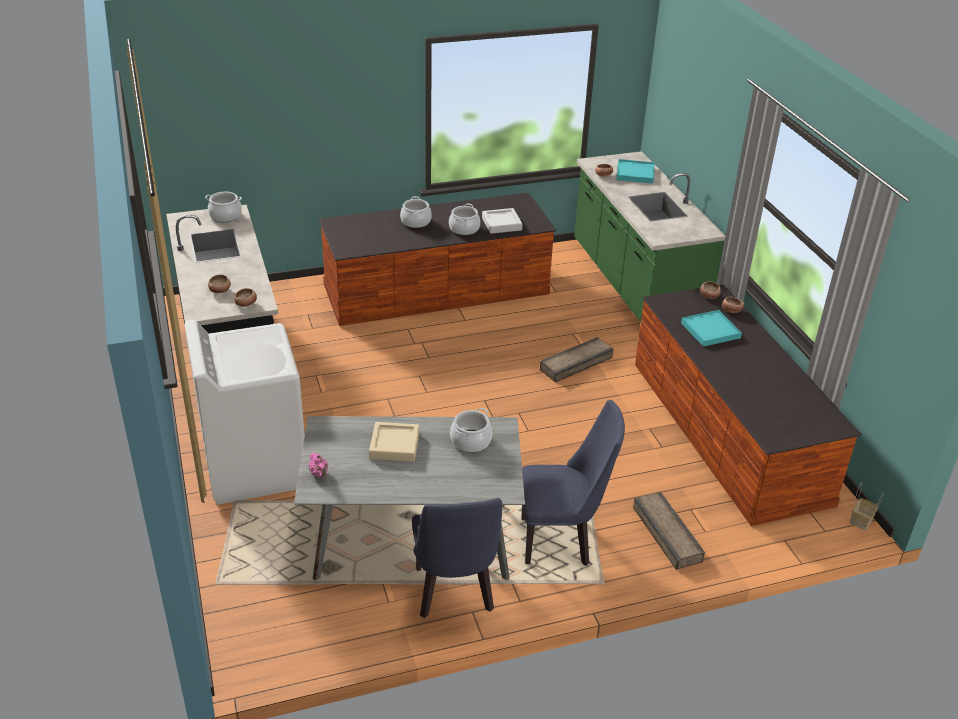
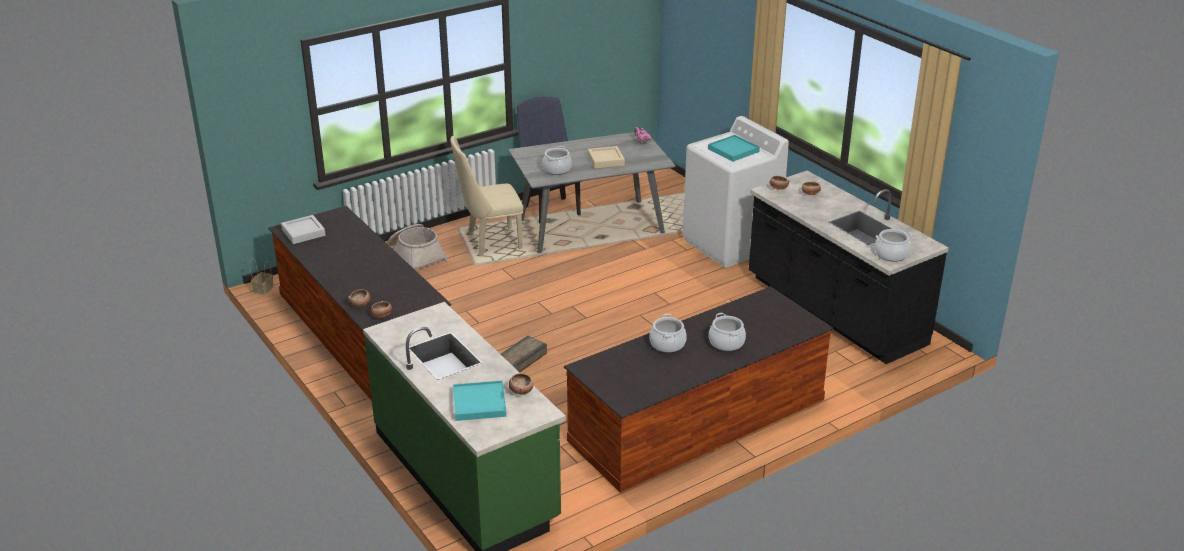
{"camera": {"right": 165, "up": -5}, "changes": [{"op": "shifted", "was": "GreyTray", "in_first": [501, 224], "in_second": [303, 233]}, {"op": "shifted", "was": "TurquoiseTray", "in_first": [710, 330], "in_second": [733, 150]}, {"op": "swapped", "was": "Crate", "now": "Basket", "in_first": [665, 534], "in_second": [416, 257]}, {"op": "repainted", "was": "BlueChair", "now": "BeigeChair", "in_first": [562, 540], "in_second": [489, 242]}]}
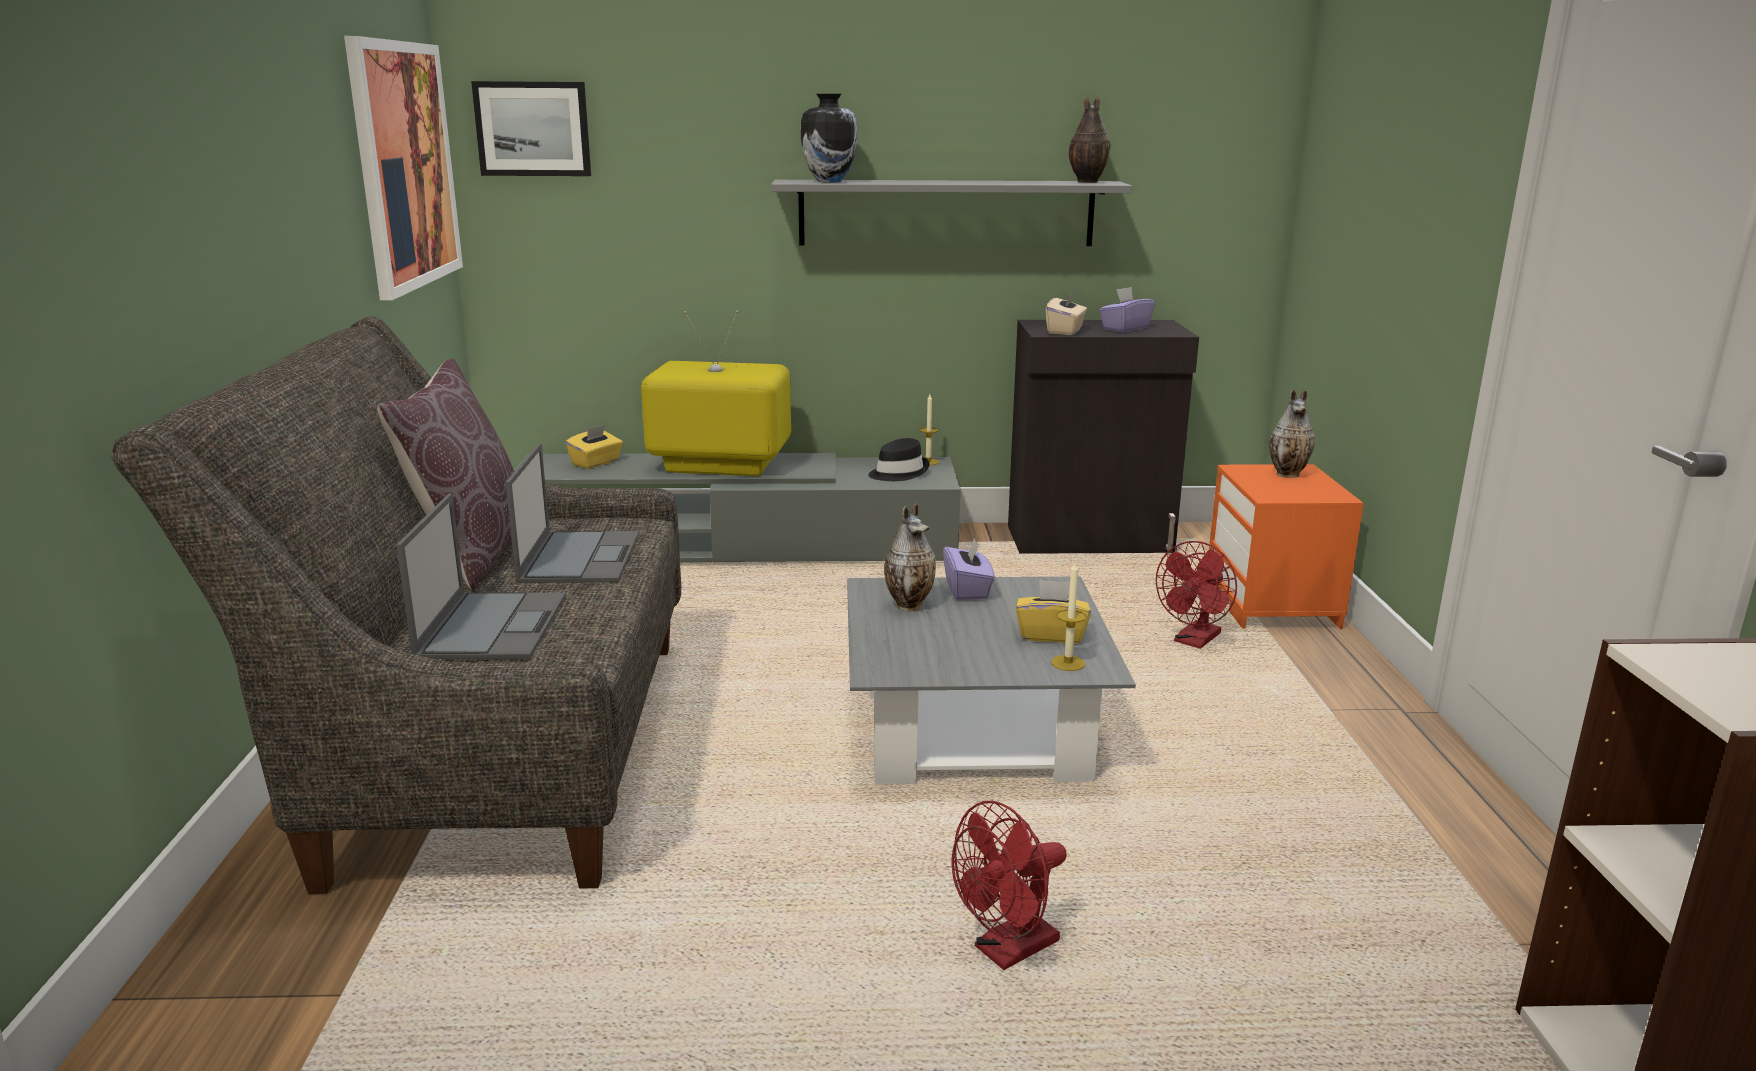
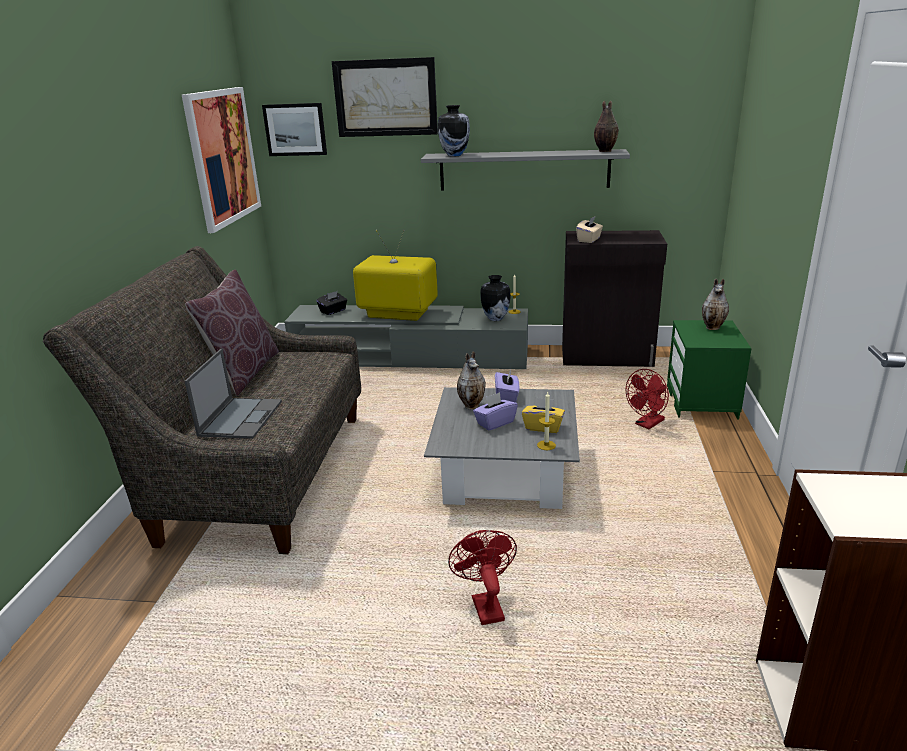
{"camera": {"right": 10, "up": 5}, "changes": [{"op": "gone", "was": "Laptop", "in_first": [579, 557]}, {"op": "new", "now": "Picture", "in_second": [385, 98]}, {"op": "shifted", "was": "PurpleTissueBox", "in_first": [1125, 328], "in_second": [495, 423]}, {"op": "swapped", "was": "BlackHat", "now": "Vase", "in_first": [898, 473], "in_second": [495, 319]}, {"op": "repainted", "was": "YellowTissueBox", "now": "BlackTissueBox", "in_first": [596, 463], "in_second": [333, 311]}, {"op": "repainted", "was": "OrangeNightstand", "now": "GreenNightstand", "in_first": [1273, 605], "in_second": [702, 402]}, {"op": "rotated", "was": "RedFan", "in_first": [1007, 951], "in_second": [485, 604], "clockwise": 105}]}
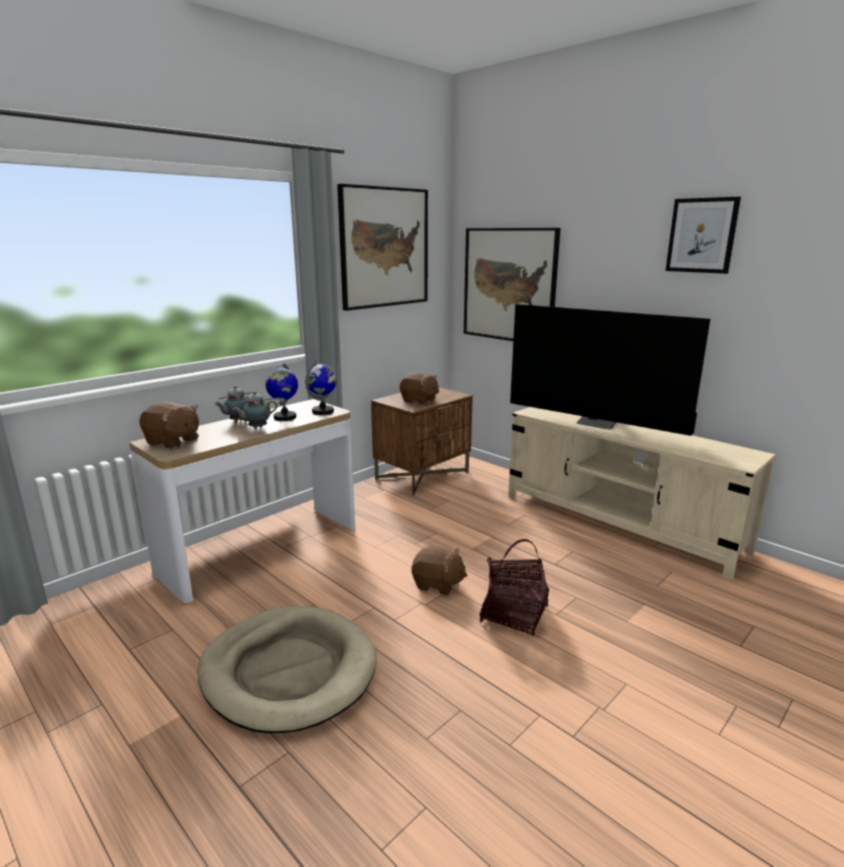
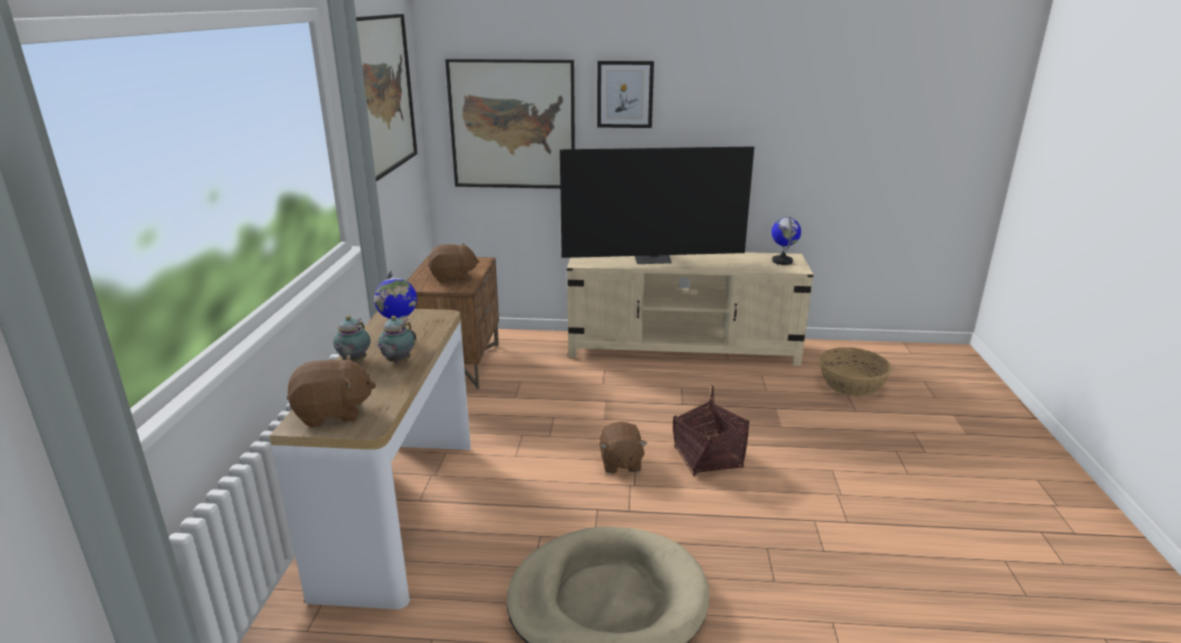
{"camera": {"right": -40, "up": 5}, "changes": [{"op": "new", "now": "Basket", "in_second": [852, 384]}, {"op": "shifted", "was": "Globe", "in_first": [323, 411], "in_second": [782, 261]}, {"op": "shifted", "was": "Picture", "in_first": [701, 235], "in_second": [625, 94]}, {"op": "rotated", "was": "BrownPlushToy", "in_first": [438, 584], "in_second": [620, 463], "clockwise": 105}]}
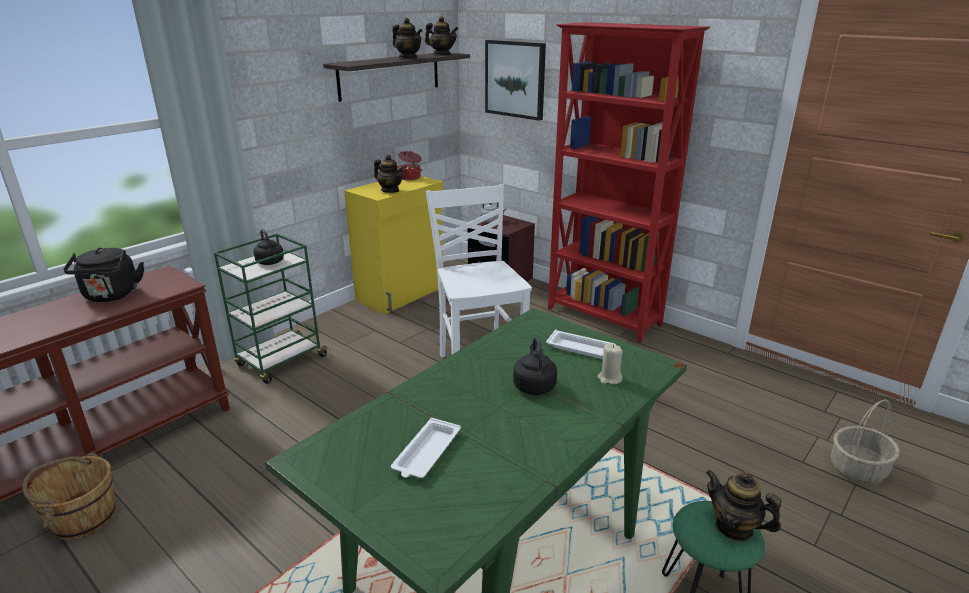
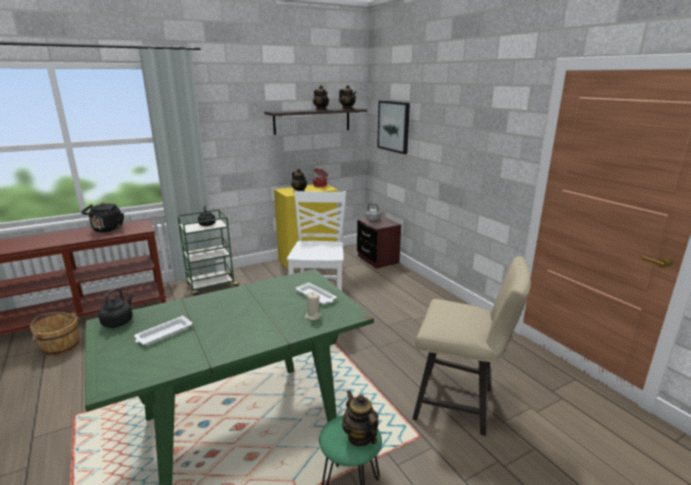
{"camera": {"right": 20, "up": -5}, "changes": [{"op": "gone", "was": "RedBookcase", "in_first": [603, 317]}, {"op": "gone", "was": "Basket", "in_first": [858, 469]}, {"op": "new", "now": "BeigeChair", "in_second": [460, 404]}, {"op": "shifted", "was": "BlackKettle", "in_first": [534, 385], "in_second": [119, 321]}]}
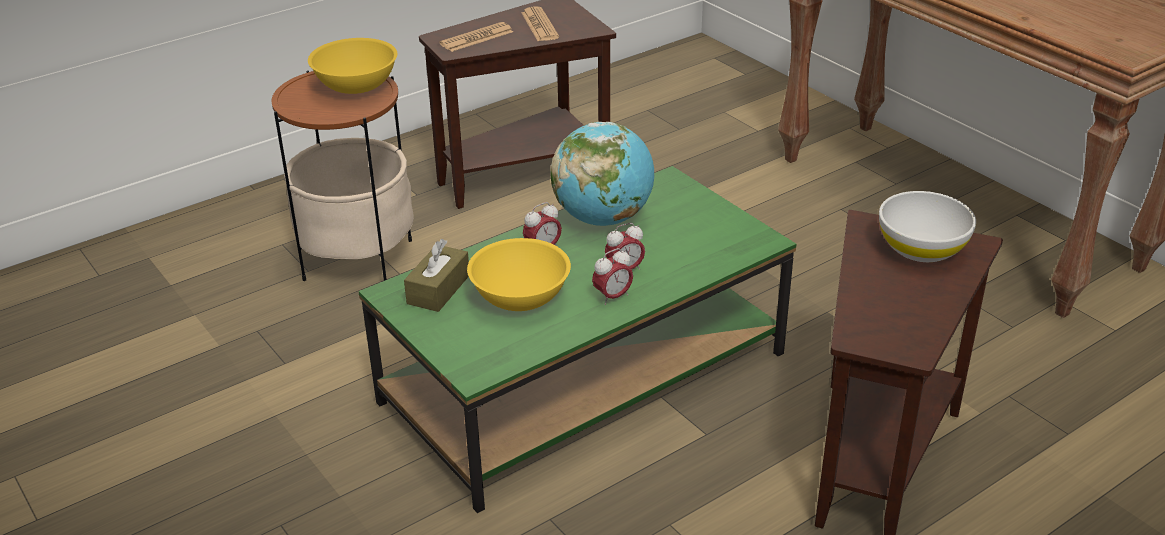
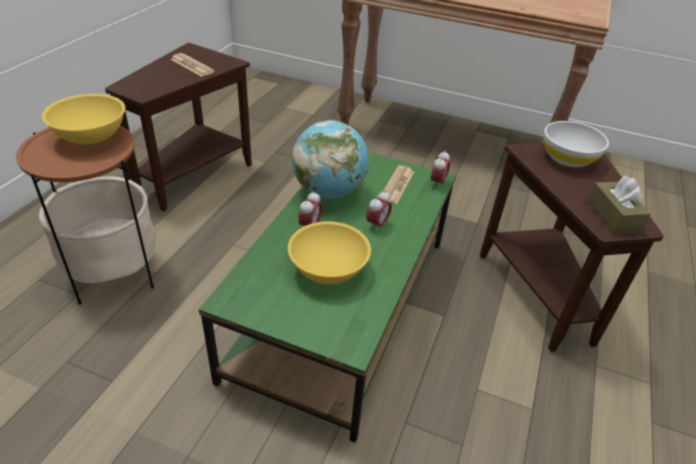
{"camera": {"right": -35, "up": 5}, "changes": [{"op": "shifted", "was": "BrownTissueBox", "in_first": [438, 289], "in_second": [613, 216]}, {"op": "shifted", "was": "Newspaper", "in_first": [476, 38], "in_second": [397, 185]}, {"op": "shifted", "was": "AlarmClock", "in_first": [612, 297], "in_second": [437, 183]}]}
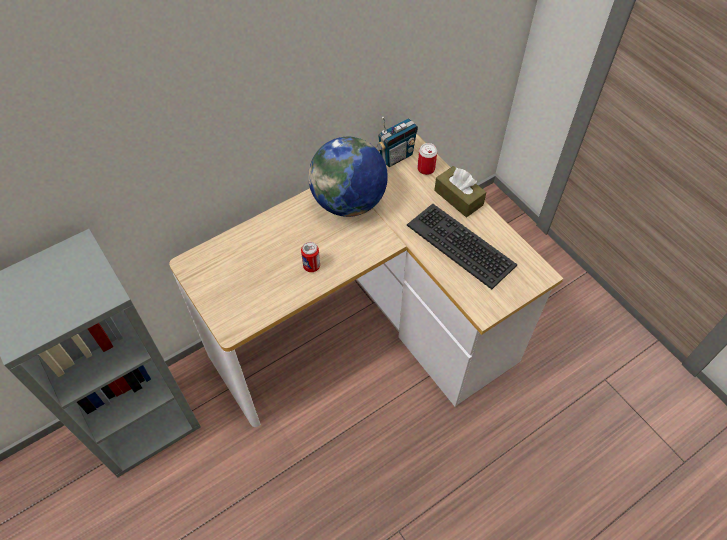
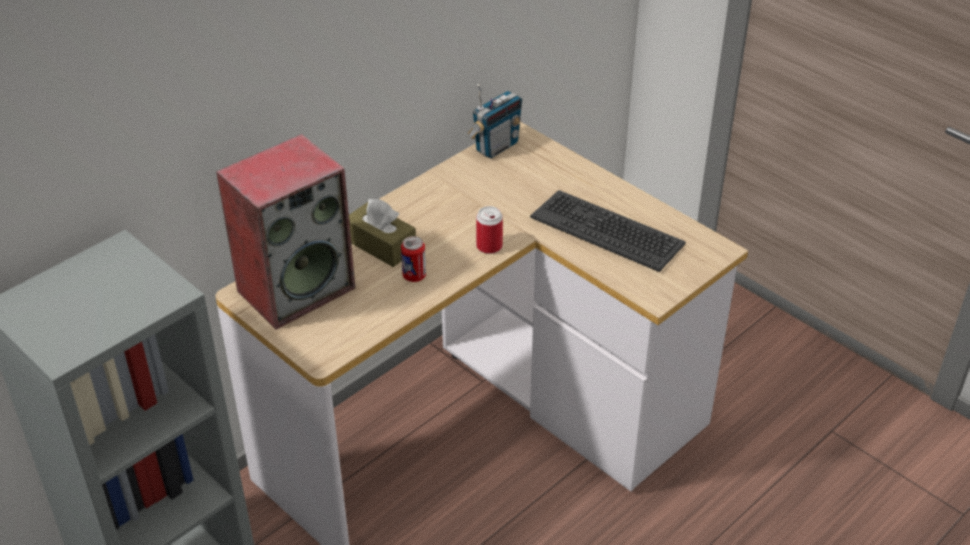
{"camera": {"right": -10, "up": -15}, "changes": [{"op": "gone", "was": "Globe", "in_first": [348, 202]}, {"op": "new", "now": "Speaker", "in_second": [296, 288]}, {"op": "shifted", "was": "Can", "in_first": [426, 169], "in_second": [489, 246]}, {"op": "shifted", "was": "BrownTissueBox", "in_first": [458, 198], "in_second": [380, 245]}]}
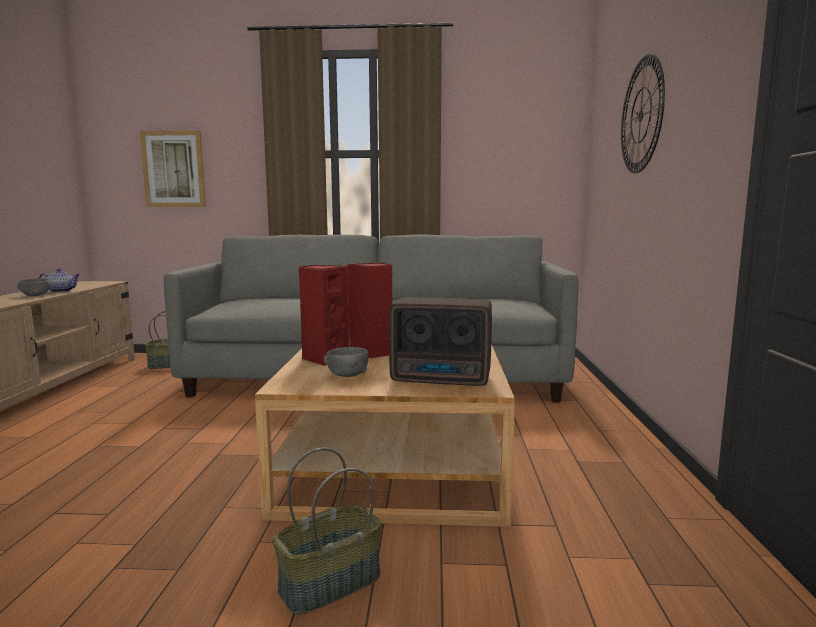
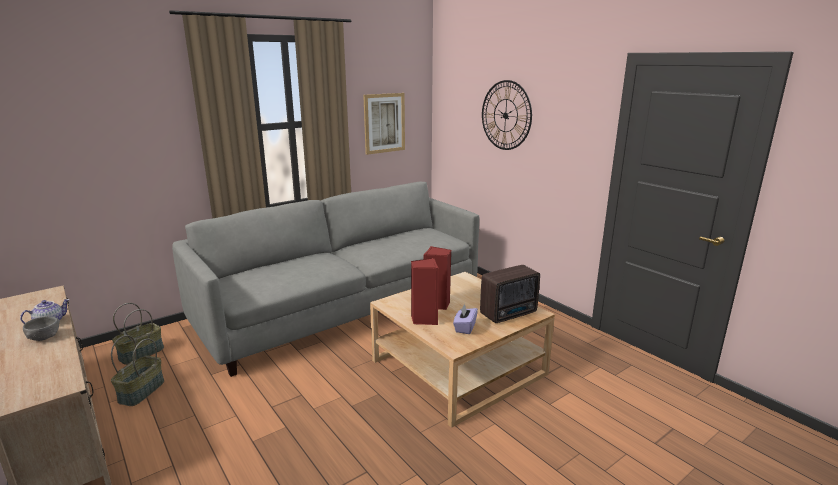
{"camera": {"right": -40, "up": 10}, "changes": [{"op": "shifted", "was": "Picture", "in_first": [173, 169], "in_second": [384, 123]}, {"op": "shifted", "was": "Basket", "in_first": [330, 584], "in_second": [142, 392]}, {"op": "swapped", "was": "GreyBowl", "now": "PurpleTissueBox", "in_first": [348, 375], "in_second": [465, 327]}]}
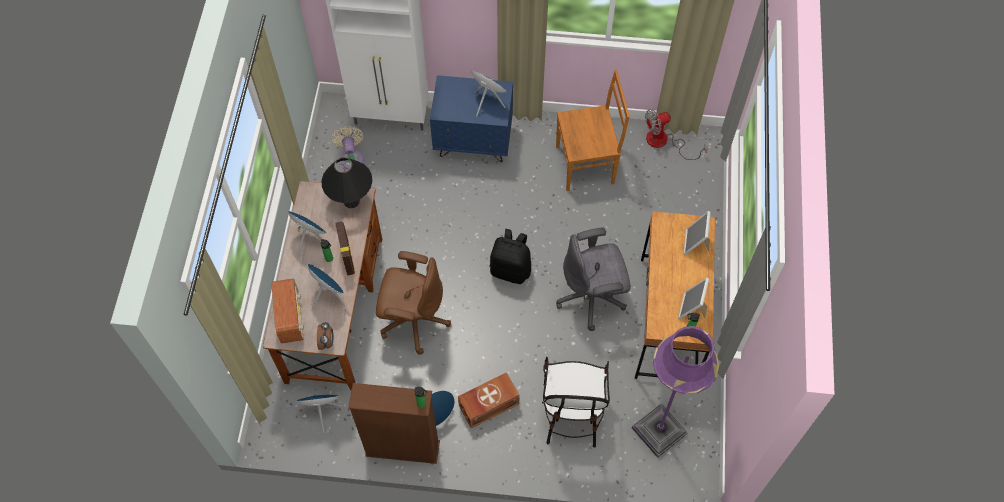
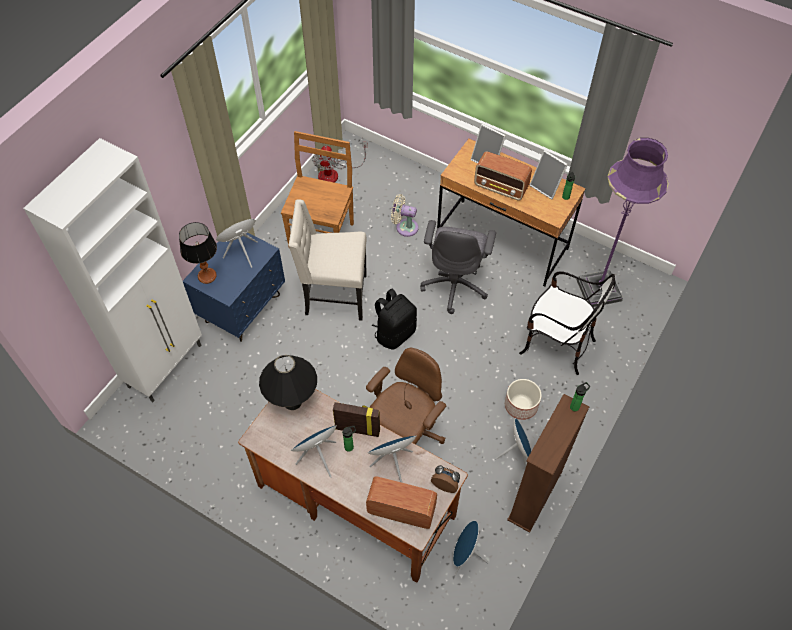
{"camera": {"right": -65, "up": -5}, "changes": [{"op": "new", "now": "TableLamp", "in_second": [207, 276]}, {"op": "new", "now": "BeigeChair", "in_second": [334, 296]}, {"op": "new", "now": "Radio", "in_second": [501, 187]}, {"op": "shifted", "was": "BeigeFan", "in_first": [351, 157], "in_second": [404, 227]}, {"op": "swapped", "was": "BrownStorageBox", "now": "Planter", "in_first": [487, 404], "in_second": [520, 406]}]}
